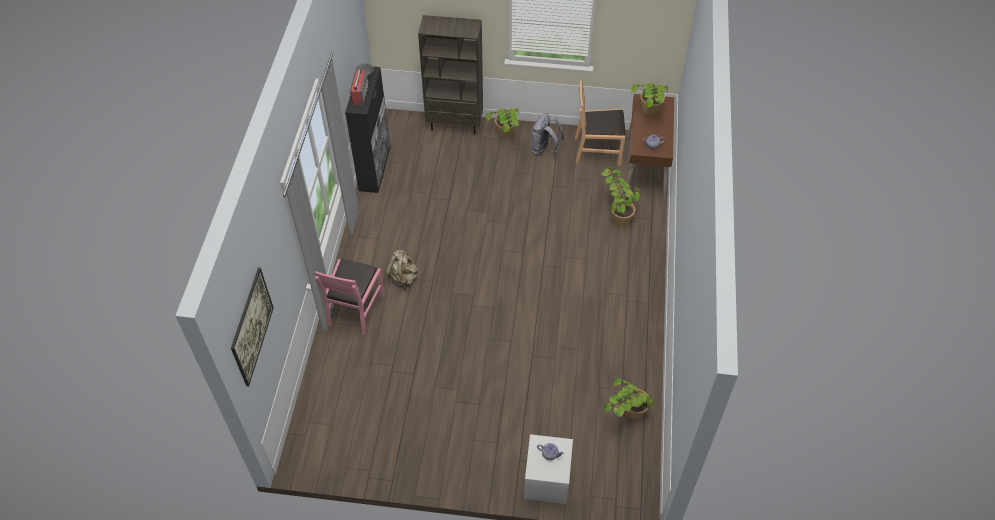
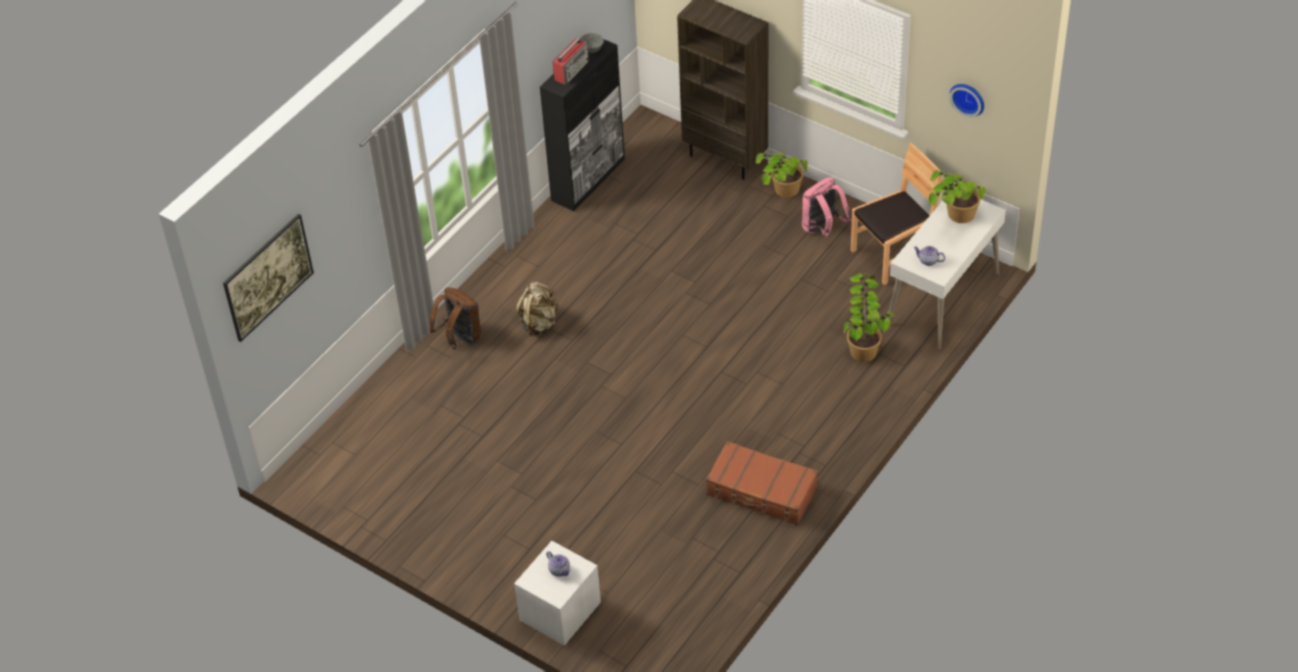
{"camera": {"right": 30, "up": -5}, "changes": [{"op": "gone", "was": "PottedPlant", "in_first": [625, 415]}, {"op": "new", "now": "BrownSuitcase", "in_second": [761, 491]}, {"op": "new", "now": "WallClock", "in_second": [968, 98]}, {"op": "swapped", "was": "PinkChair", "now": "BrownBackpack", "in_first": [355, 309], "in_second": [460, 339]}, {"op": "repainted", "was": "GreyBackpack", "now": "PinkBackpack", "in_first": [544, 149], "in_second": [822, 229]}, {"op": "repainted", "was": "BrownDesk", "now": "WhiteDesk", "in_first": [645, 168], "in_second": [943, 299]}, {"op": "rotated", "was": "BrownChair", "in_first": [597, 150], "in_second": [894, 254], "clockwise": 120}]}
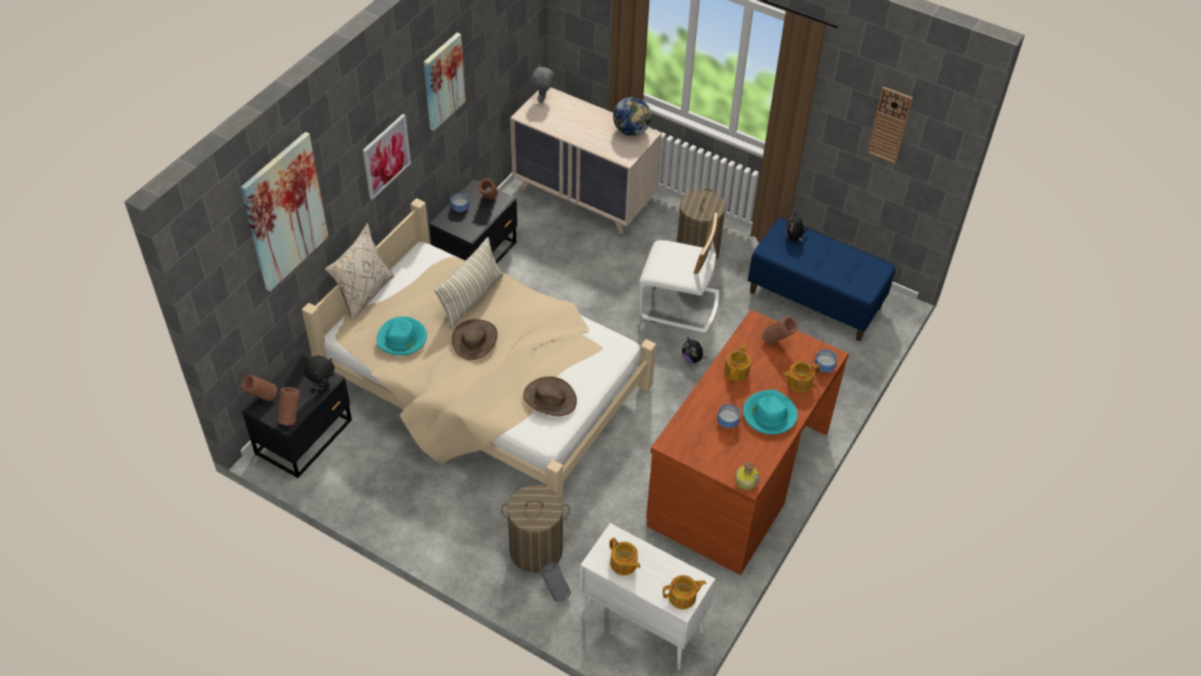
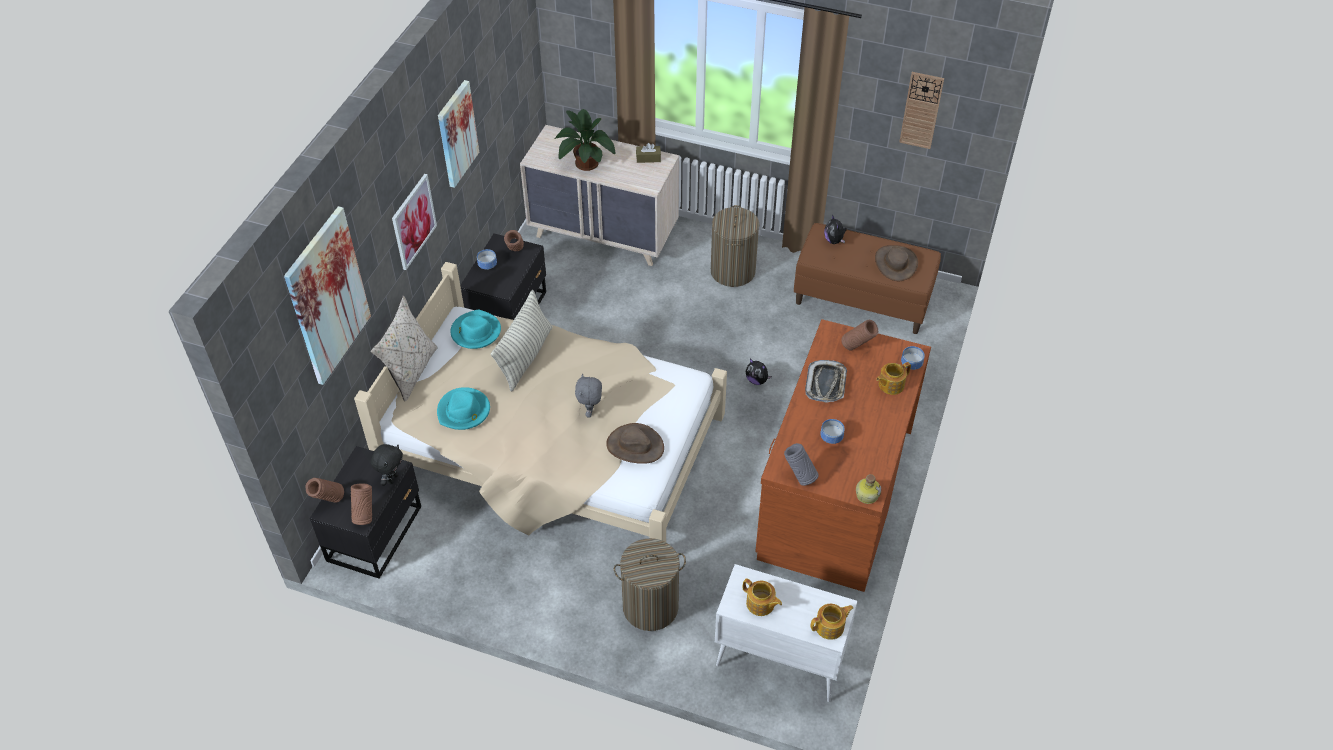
{"camera": {"right": -10, "up": 0}, "changes": [{"op": "gone", "was": "WhiteChair", "in_first": [679, 306]}, {"op": "new", "now": "PottedPlant", "in_second": [584, 162]}, {"op": "shifted", "was": "BrownHat", "in_first": [475, 340], "in_second": [895, 263]}, {"op": "shifted", "was": "GreyPlushToy", "in_first": [543, 99], "in_second": [590, 411]}, {"op": "shifted", "was": "GreyVase", "in_first": [555, 591], "in_second": [799, 477]}, {"op": "shifted", "was": "TurquoiseHat", "in_first": [769, 414], "in_second": [475, 332]}, {"op": "swapped", "was": "Globe", "now": "BrownTissueBox", "in_first": [631, 131], "in_second": [648, 158]}, {"op": "swapped", "was": "Teapot", "now": "Tray", "in_first": [737, 371], "in_second": [826, 384]}, {"op": "repainted", "was": "BlueBench", "now": "BrownBench", "in_first": [815, 299], "in_second": [863, 300]}]}
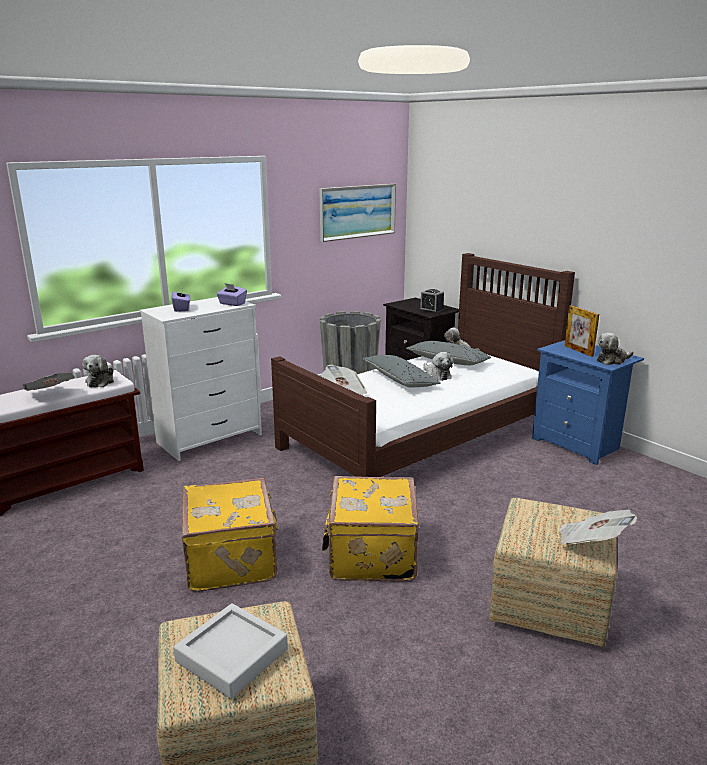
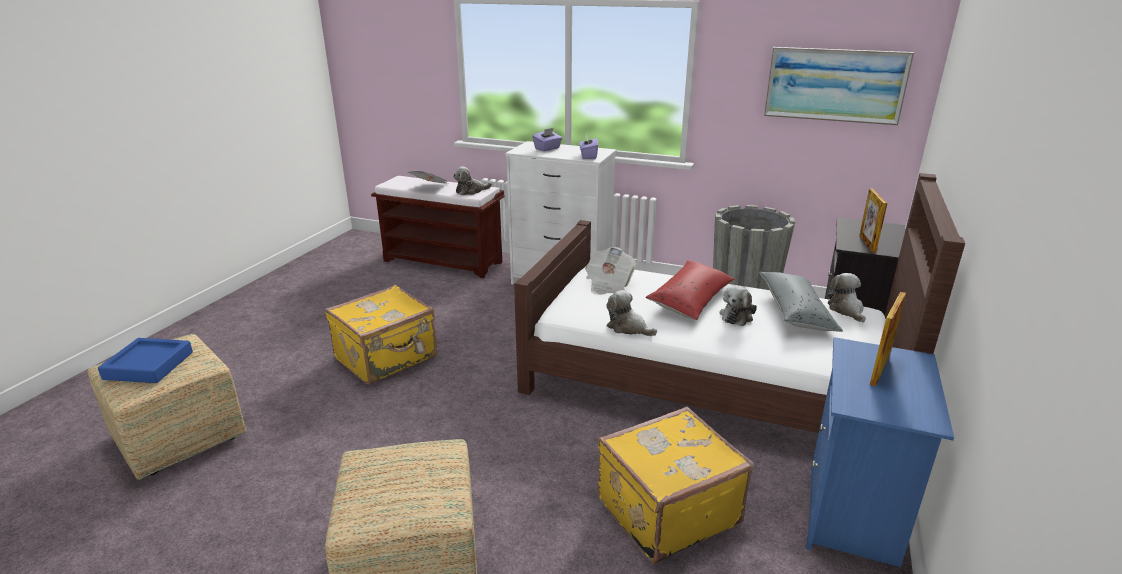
{"camera": {"right": 60, "up": 5}, "changes": [{"op": "gone", "was": "Newspaper", "in_first": [591, 543]}, {"op": "shifted", "was": "YellowSuitcase", "in_first": [370, 554], "in_second": [665, 510]}, {"op": "shifted", "was": "PlushToy", "in_first": [612, 360], "in_second": [628, 327]}, {"op": "swapped", "was": "AlarmClock", "now": "PictureFrame", "in_first": [431, 310], "in_second": [867, 244]}, {"op": "repainted", "was": "GreyTray", "now": "BlueTray", "in_first": [232, 655], "in_second": [149, 365]}, {"op": "repainted", "was": "GreyPillow", "now": "RedPillow", "in_first": [400, 380], "in_second": [690, 299]}]}
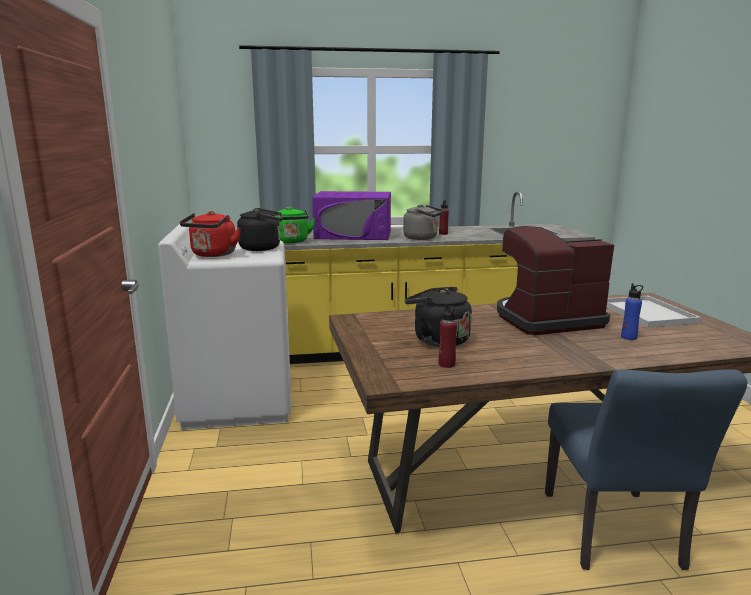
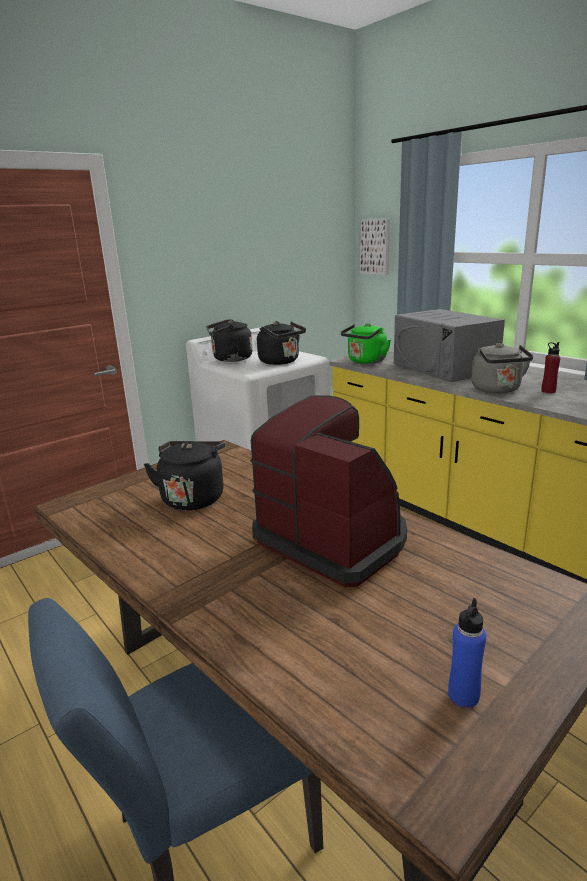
{"camera": {"right": 60, "up": 5}, "changes": [{"op": "gone", "was": "RedBottle", "in_first": [446, 364]}, {"op": "gone", "was": "WhiteTray", "in_first": [645, 312]}, {"op": "new", "now": "Picture", "in_second": [376, 246]}, {"op": "shifted", "was": "BlueBottle", "in_first": [629, 337], "in_second": [463, 695]}, {"op": "repainted", "was": "RedKettle", "now": "BlackKettle", "in_first": [213, 255], "in_second": [230, 359]}, {"op": "repainted", "was": "PurpleMicrowave", "now": "GreyMicrowave", "in_first": [353, 235], "in_second": [444, 367]}]}
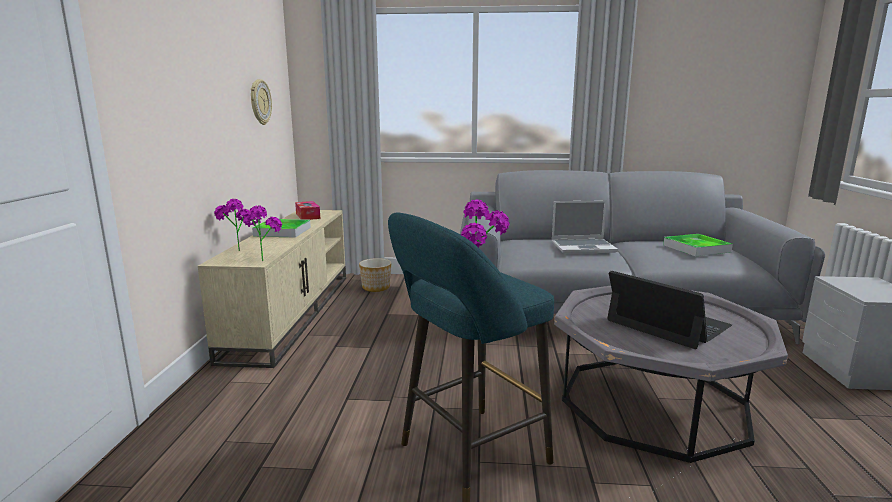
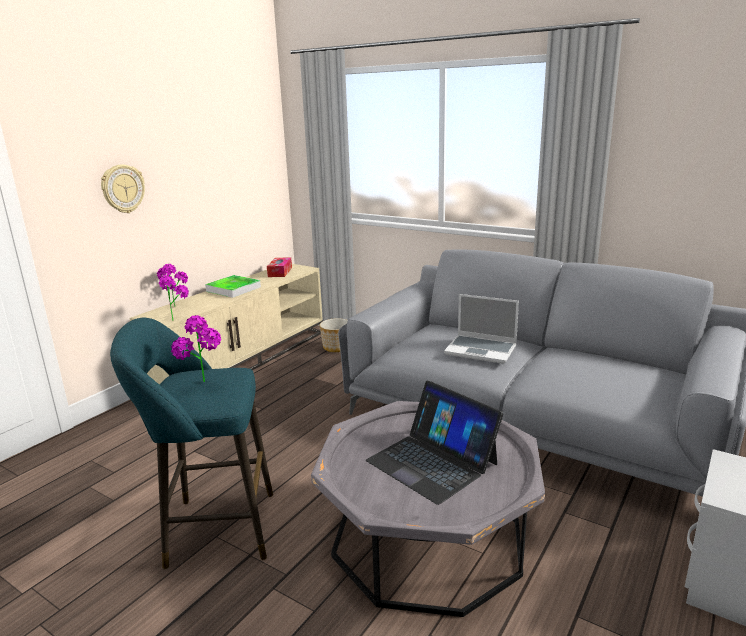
{"camera": {"right": 30, "up": 5}, "changes": [{"op": "gone", "was": "Tray", "in_first": [696, 248]}, {"op": "shifted", "was": "WallClock", "in_first": [260, 102], "in_second": [123, 189]}, {"op": "rotated", "was": "Laptop", "in_first": [667, 323], "in_second": [432, 462], "clockwise": 150}]}
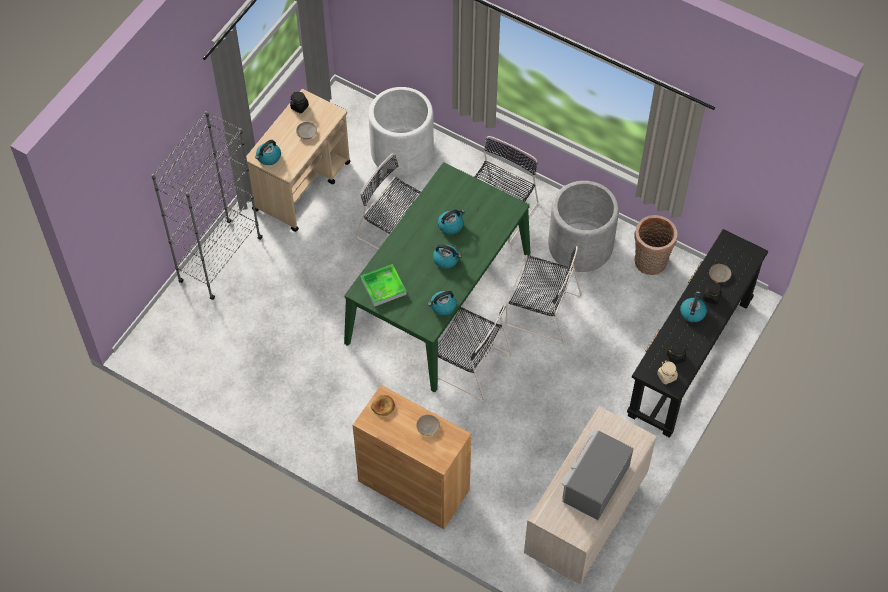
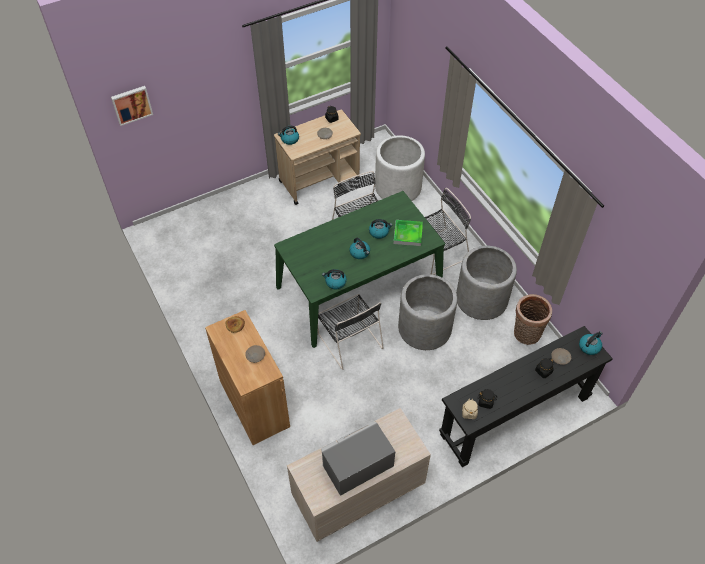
{"camera": {"right": 30, "up": -5}, "changes": [{"op": "gone", "was": "GreyBookcase", "in_first": [220, 260]}, {"op": "new", "now": "Picture", "in_second": [131, 104]}, {"op": "shifted", "was": "Tray", "in_first": [383, 287], "in_second": [408, 234]}, {"op": "shifted", "was": "Kettle", "in_first": [692, 312], "in_second": [589, 346]}, {"op": "swapped", "was": "BlackChair", "now": "GreyPlanter", "in_first": [540, 309], "in_second": [424, 328]}]}
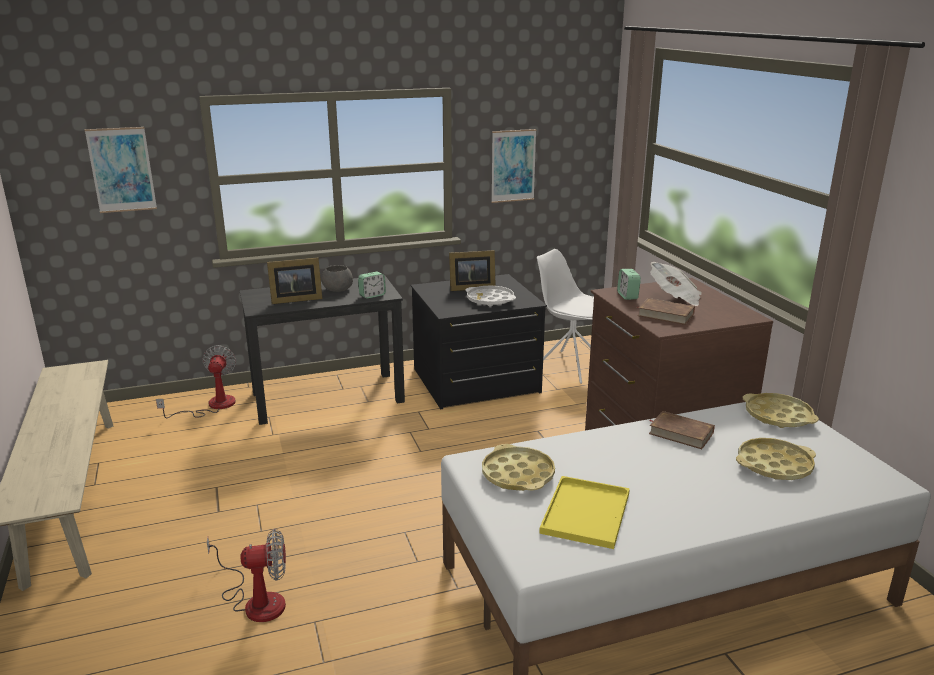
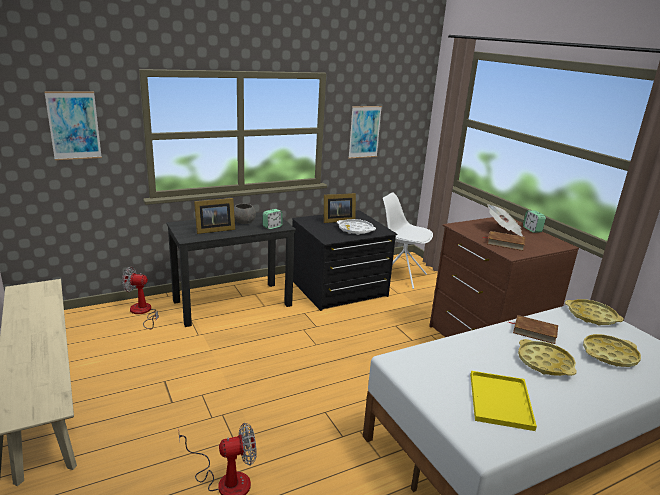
{"camera": {"right": -10, "up": 0}, "changes": [{"op": "shifted", "was": "YellowTray", "in_first": [518, 474], "in_second": [545, 362]}, {"op": "shifted", "was": "AlarmClock", "in_first": [627, 296], "in_second": [532, 230]}, {"op": "rotated", "was": "Fan", "in_first": [212, 406], "in_second": [143, 312], "clockwise": -75}]}
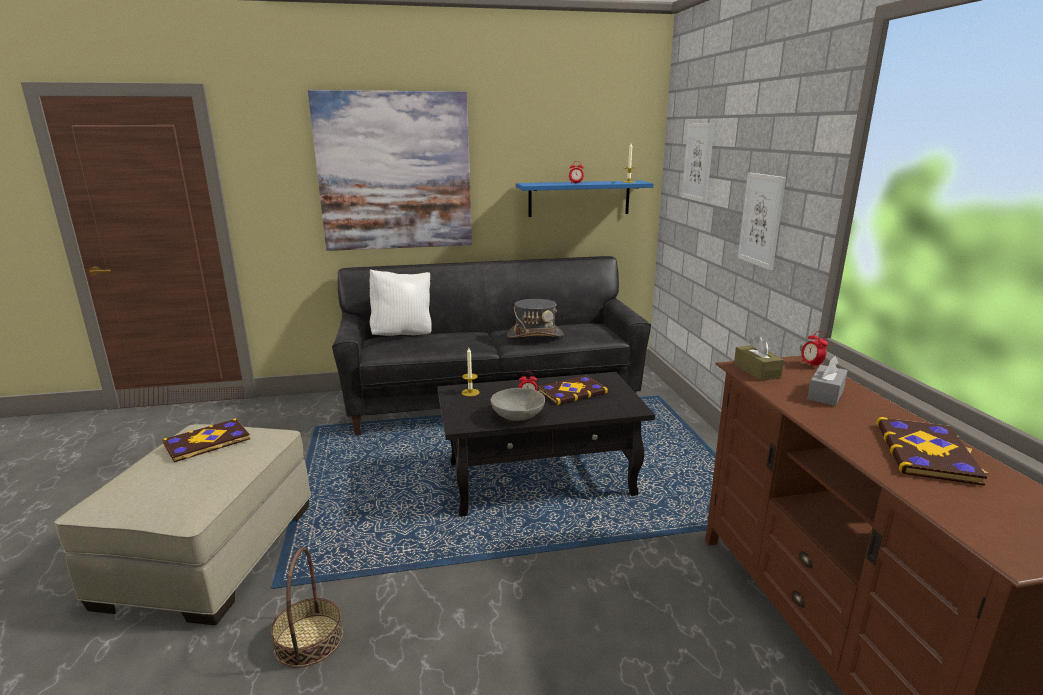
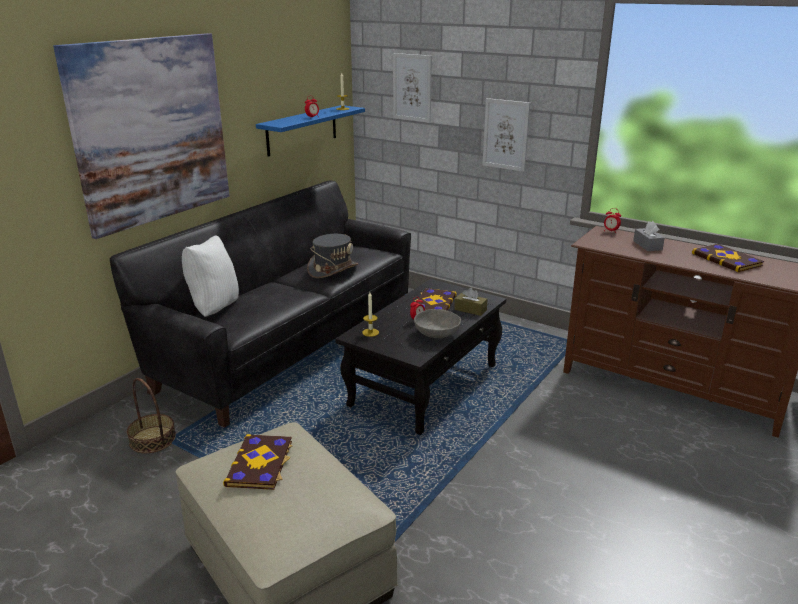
{"camera": {"right": -45, "up": 5}, "changes": [{"op": "shifted", "was": "Basket", "in_first": [309, 640], "in_second": [153, 439]}, {"op": "shifted", "was": "BrownTissueBox", "in_first": [756, 371], "in_second": [470, 309]}]}
